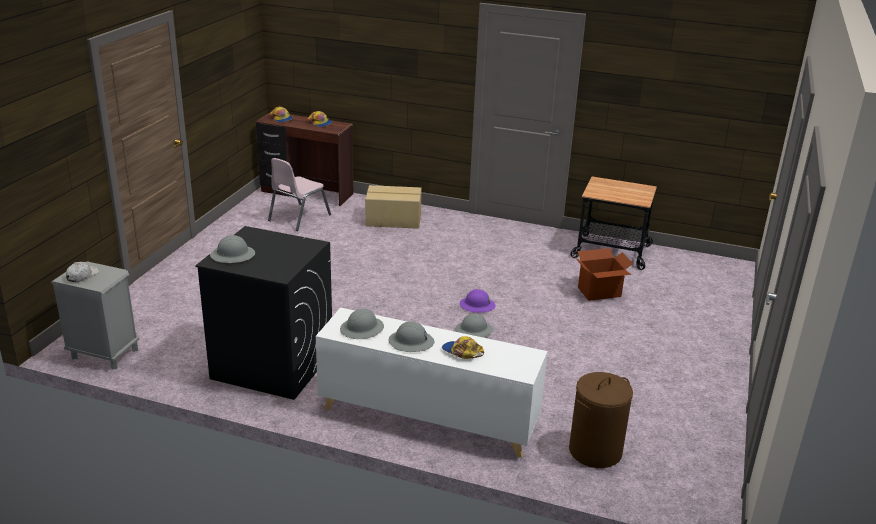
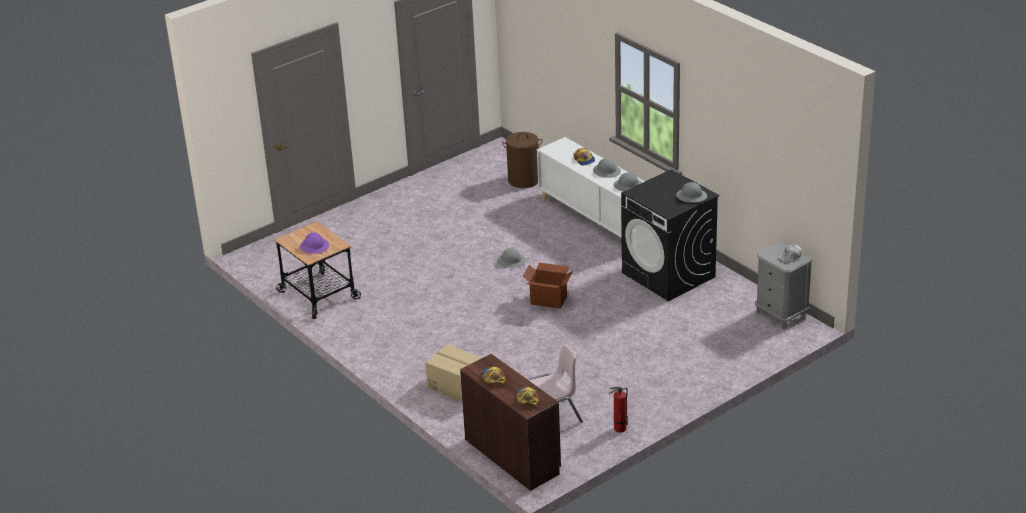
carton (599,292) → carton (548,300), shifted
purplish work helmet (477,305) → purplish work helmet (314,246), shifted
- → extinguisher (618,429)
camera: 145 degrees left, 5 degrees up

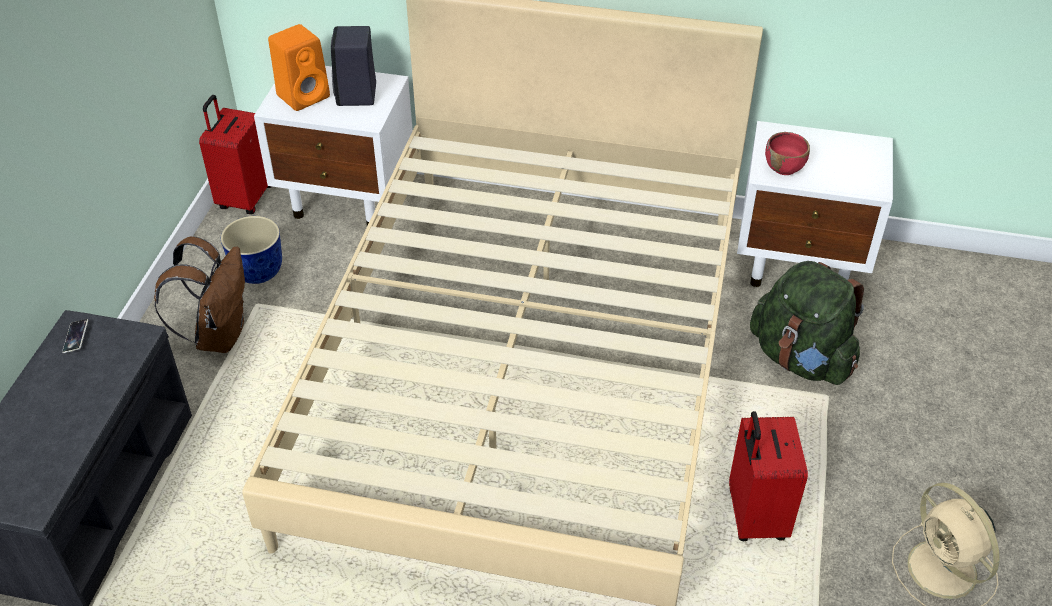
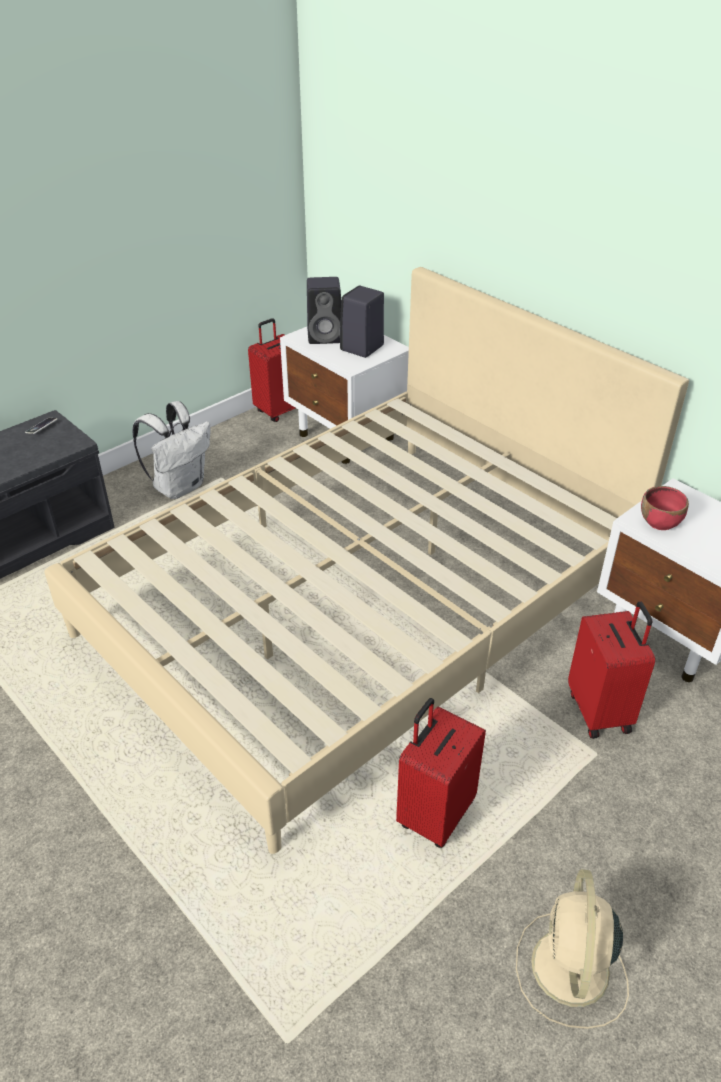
orange speaker (304,95) → blackish speaker (326,336)
plant pot (257,273) → -
brown-coloured rucksack (219,334) → white rucksack (180,486)
green rucksack (801,358) → red suitcase (600,711)
camera: 35 degrees right, 5 degrees down

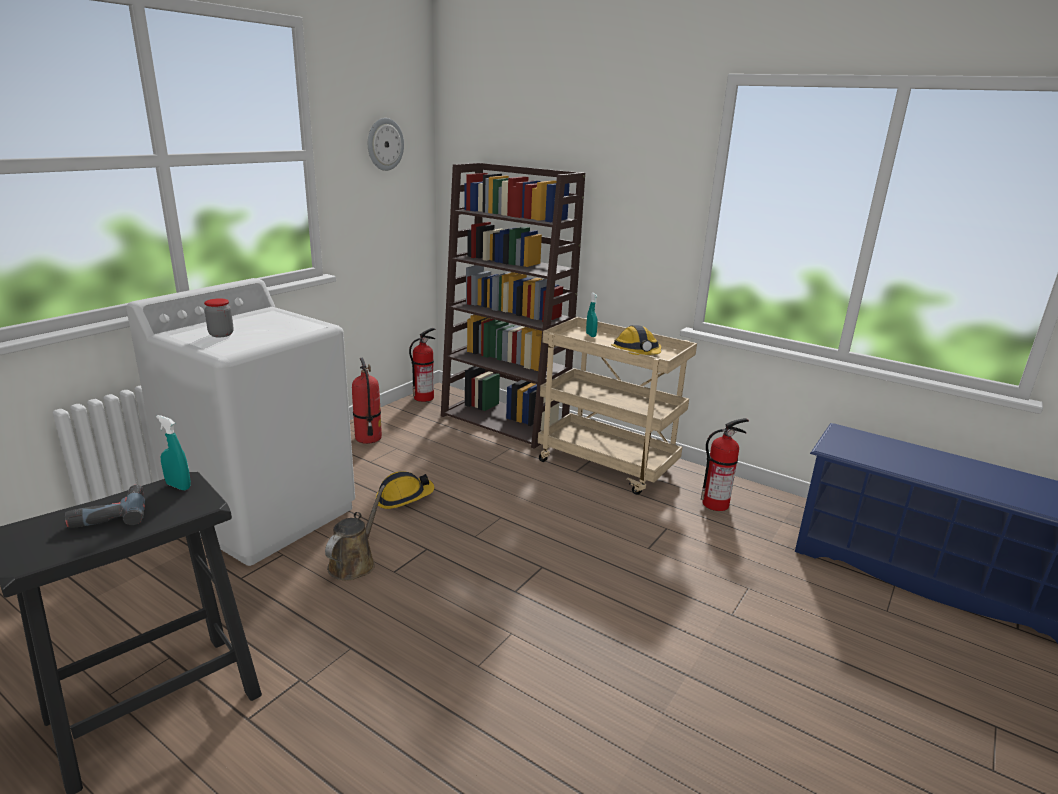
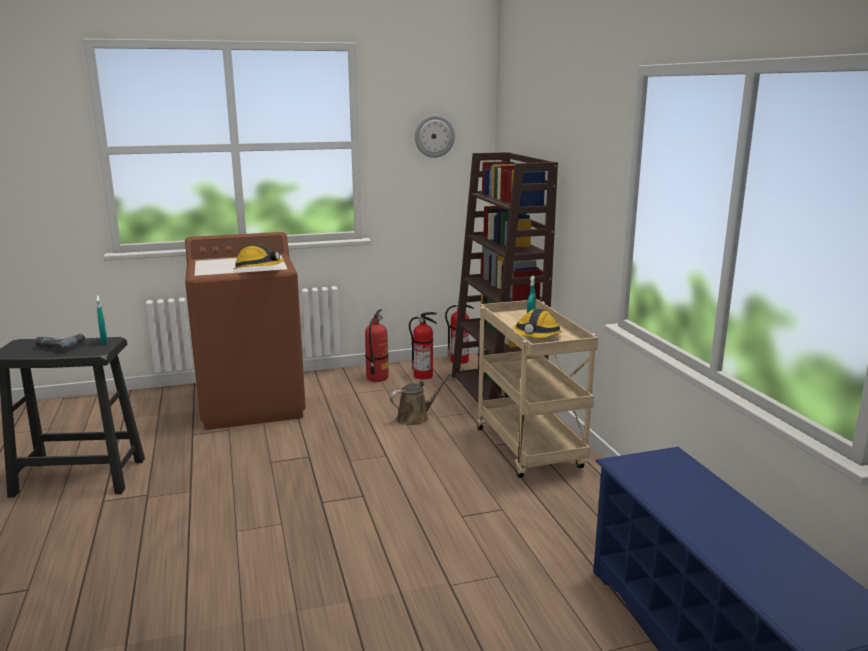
white washing machine (265,513) → brown-coloured washing machine (253,404)
storage jar (221,334) → -
extinguisher (716,503) → extinguisher (424,375), shifted
work helmet (404,498) → work helmet (258,268), shifted
brown-coloured watering pot (354,563) → brown-coloured watering pot (416,417), shifted
camera: 40 degrees right, 5 degrees down

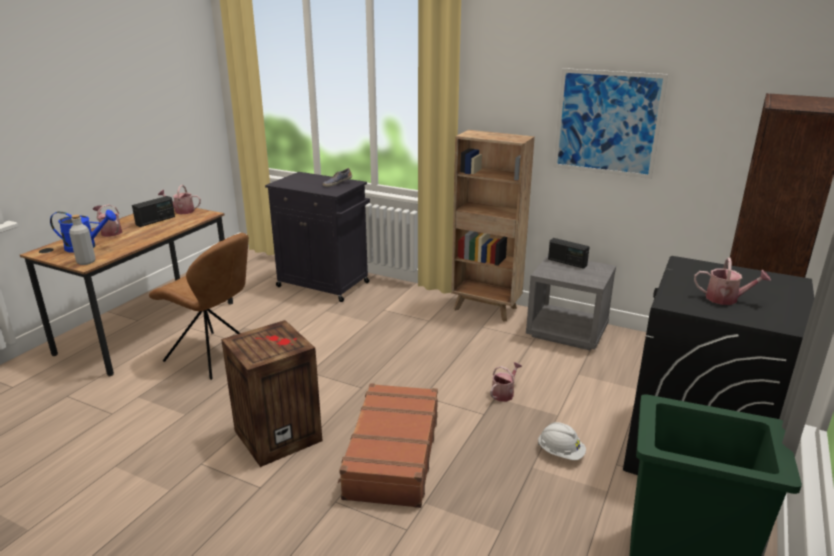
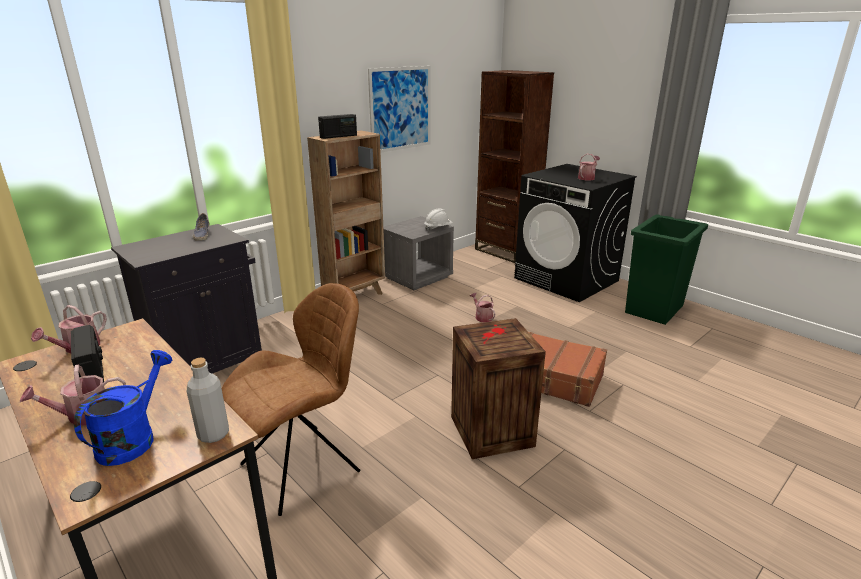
radio receiver (567,262) → radio receiver (338,136), shifted
white work helmet (560,453) → white work helmet (438,228), shifted
camera: 70 degrees left, 0 degrees up

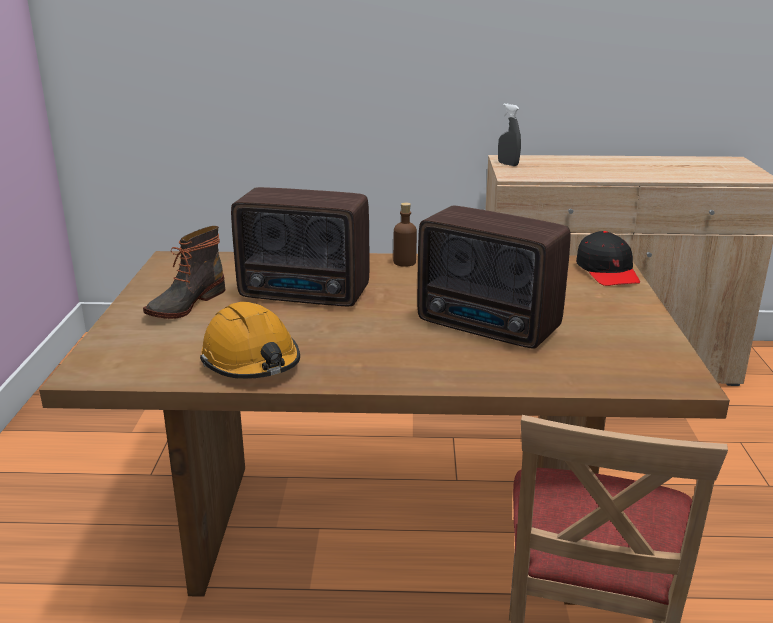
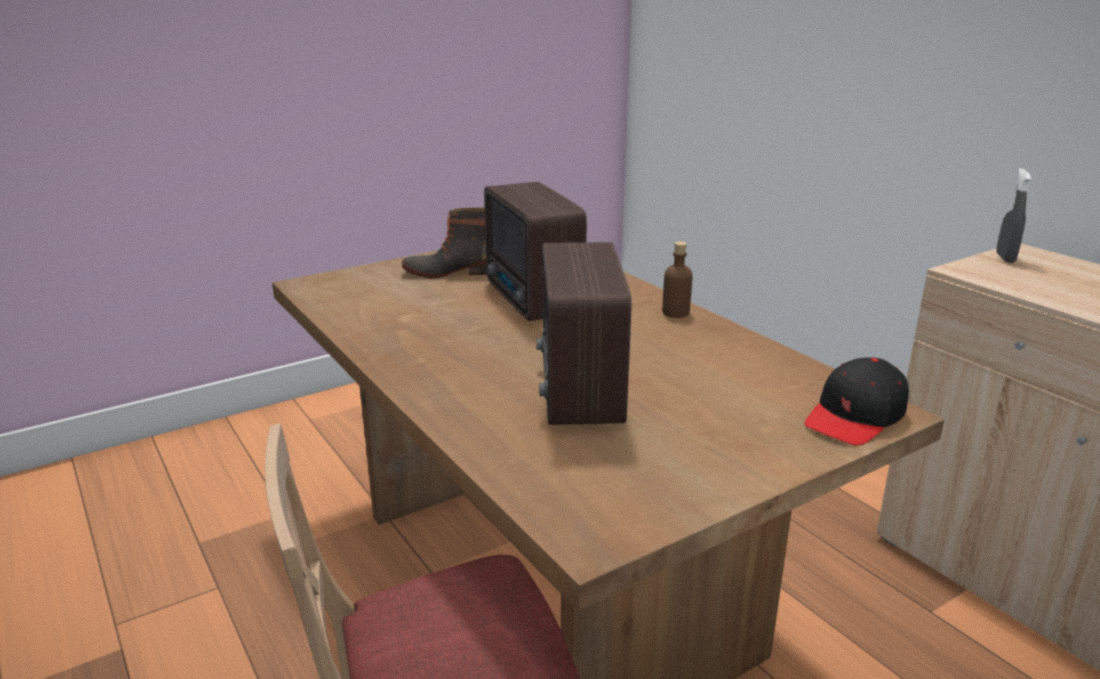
orange work helmet (251,361) → -
camera: 55 degrees right, 0 degrees up

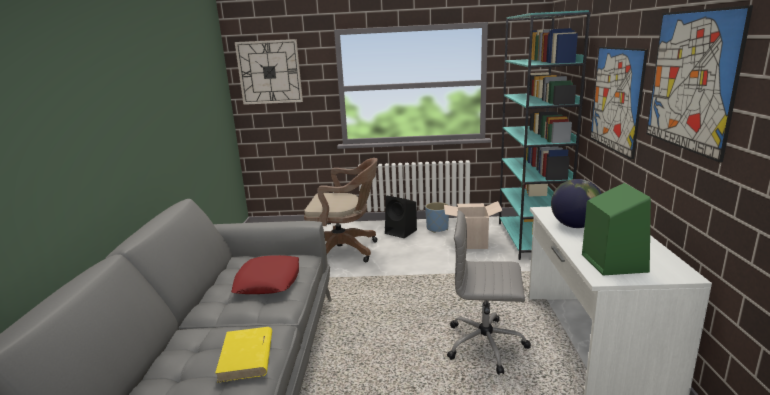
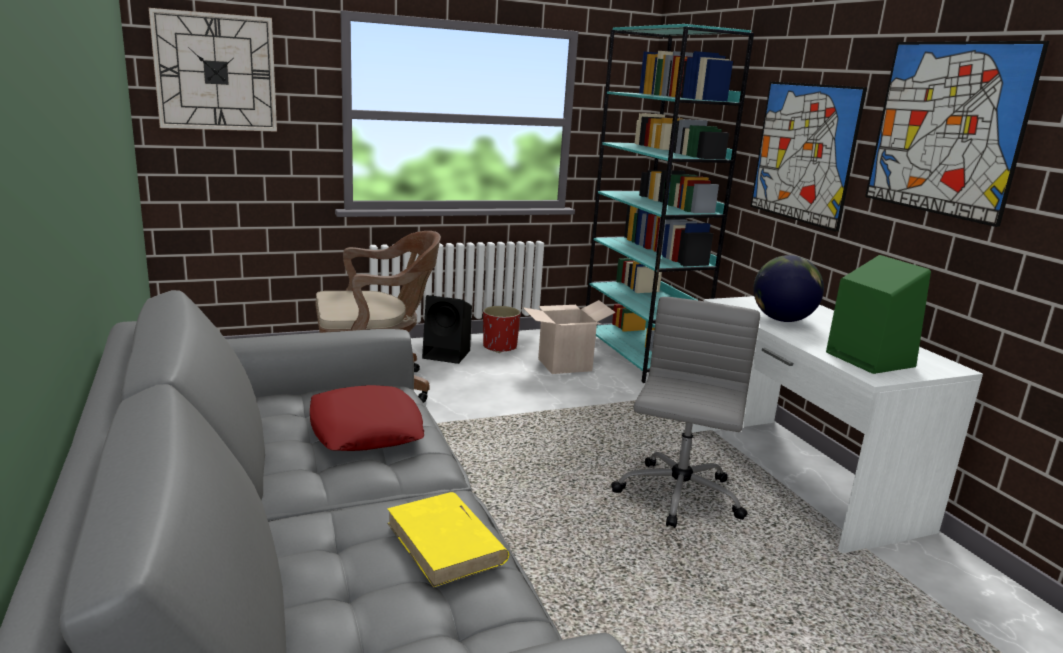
blue plant pot (437,228) → red plant pot (500,347)
gray computer chair (486,344) → gray computer chair (678,496), 120 degrees clockwise
camera: 25 degrees left, 0 degrees up

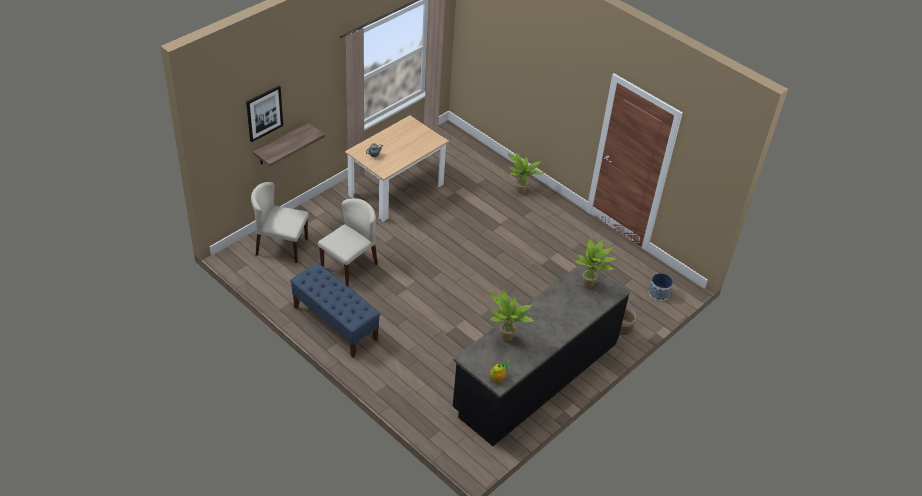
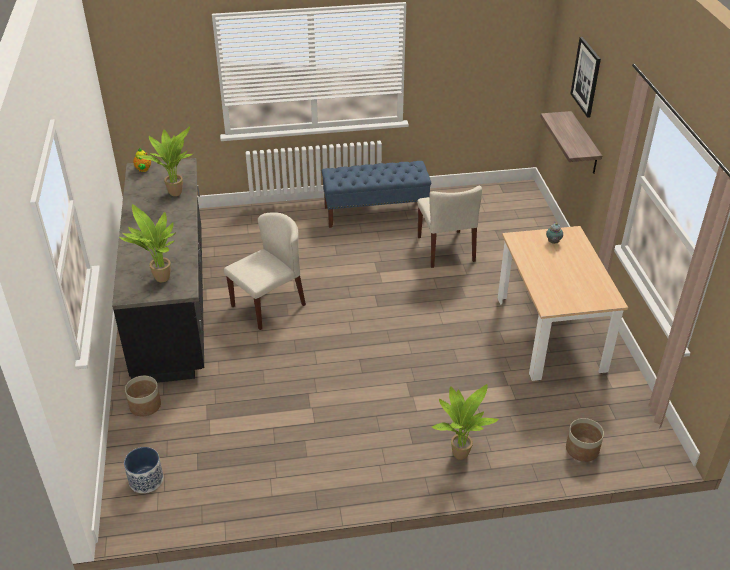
beige-coloured plain chair (281,247) → beige-coloured plain chair (268,305), shifted
- → plant pot (582,450)
camera: 130 degrees right, 5 degrees down

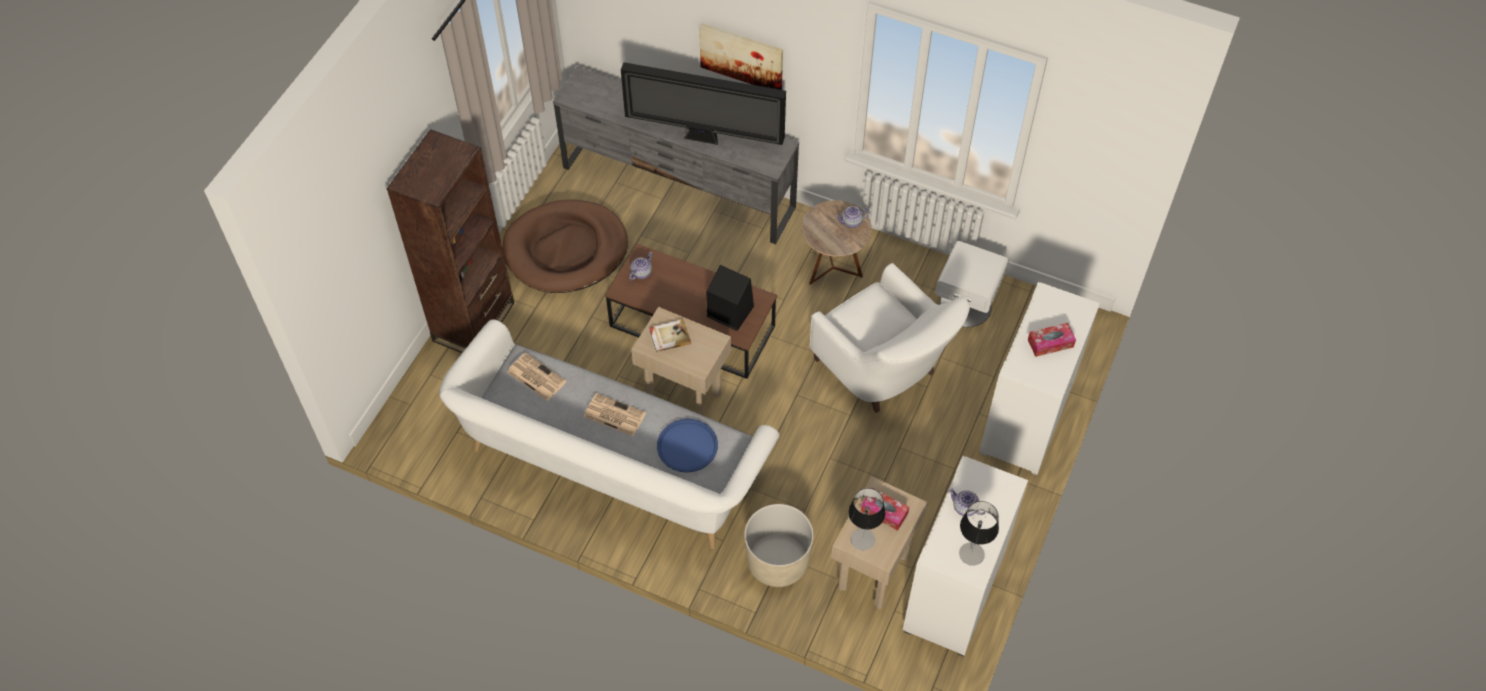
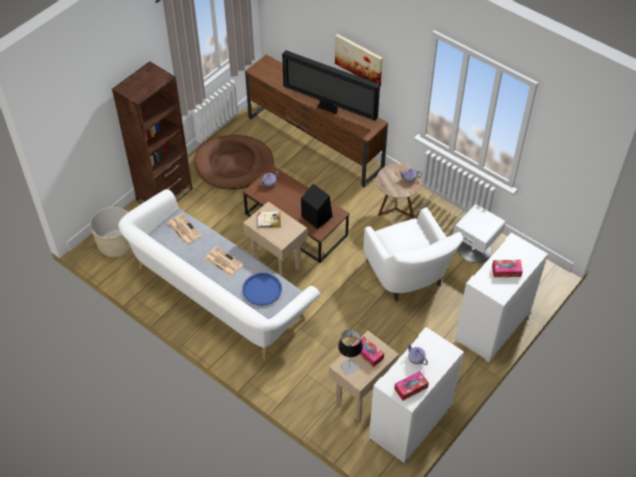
gray tv stand (679,188) → brown-coloured tv stand (315,143)
tabletop lamp (971,554) → tissue holder (411,388)
beige-coloured plant pot (777,561) → beige-coloured plant pot (116,245), shifted
camera: 15 degrees right, 5 degrees down

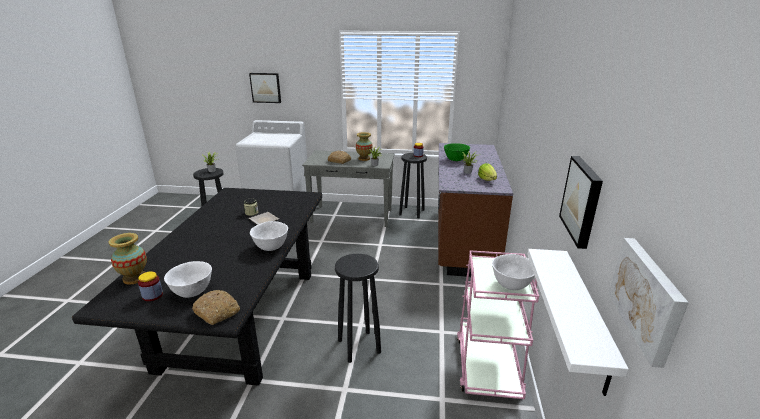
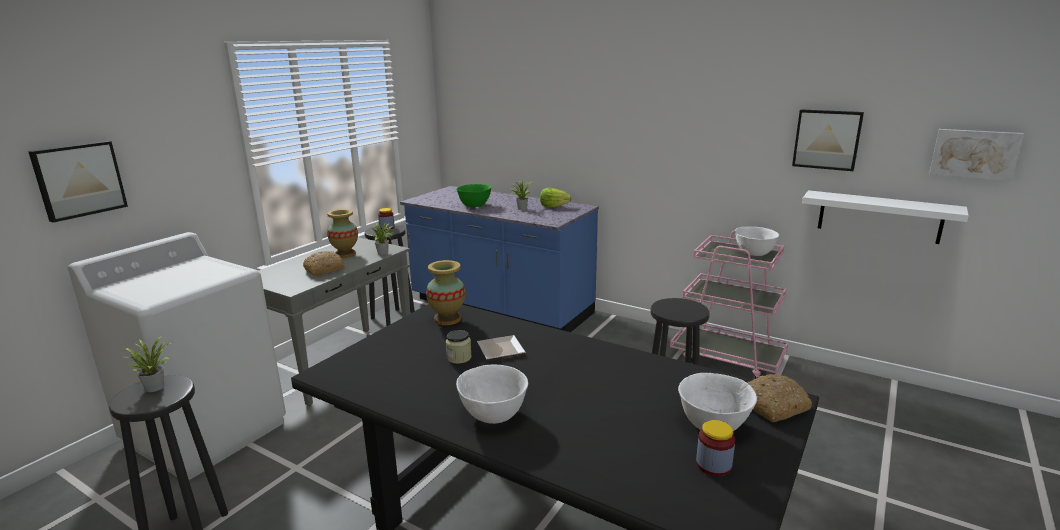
brown-coloured counter (463,240) → blue counter (500,307)
white bowl (271,246) → white bowl (492,414), shifted
flower vase (134,278) → flower vase (447,319), shifted
camera: 65 degrees left, 5 degrees down

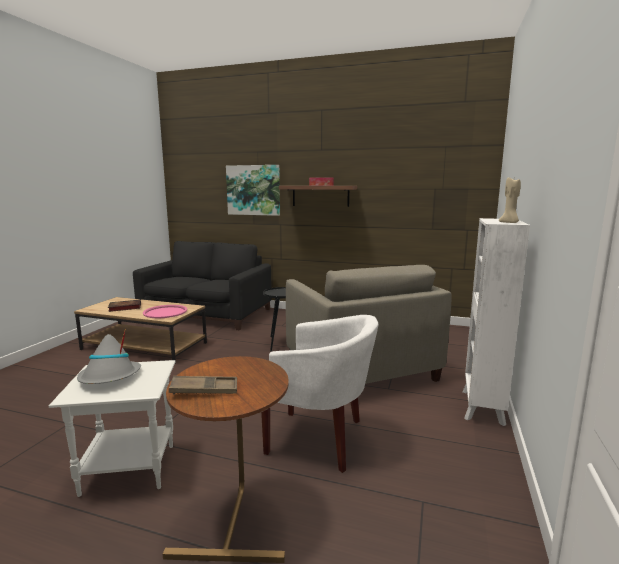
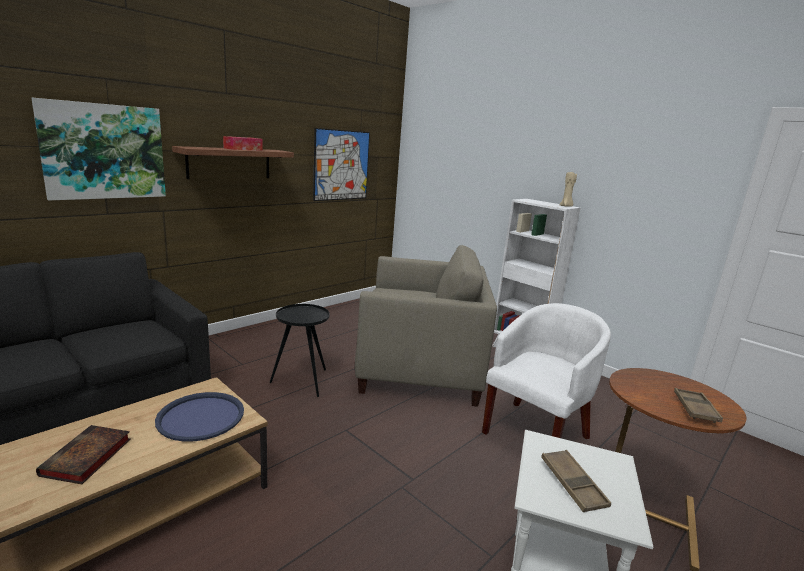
pink serving tray (165,312) → blue serving tray (201,417)
gray wearable hat (110,377) → brown-coloured serving tray (573,484)
- → wall art (341,165)
camera: 65 degrees left, 5 degrees up

